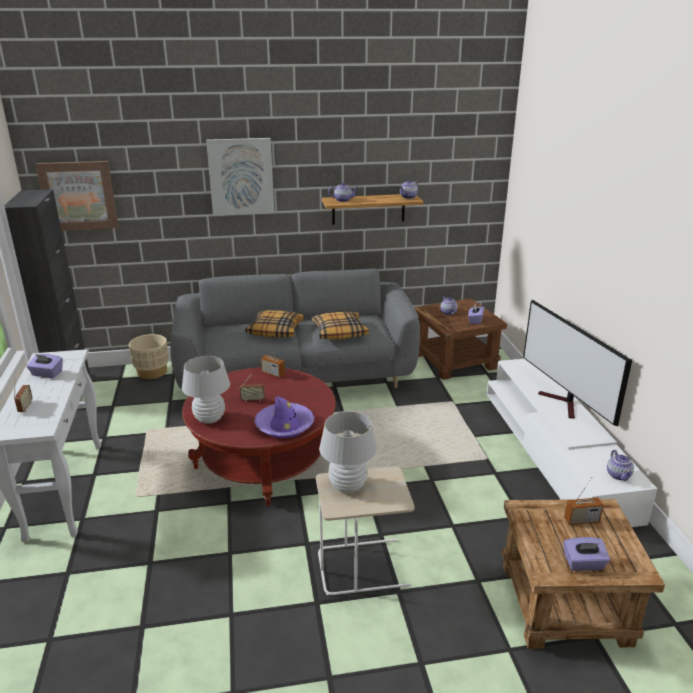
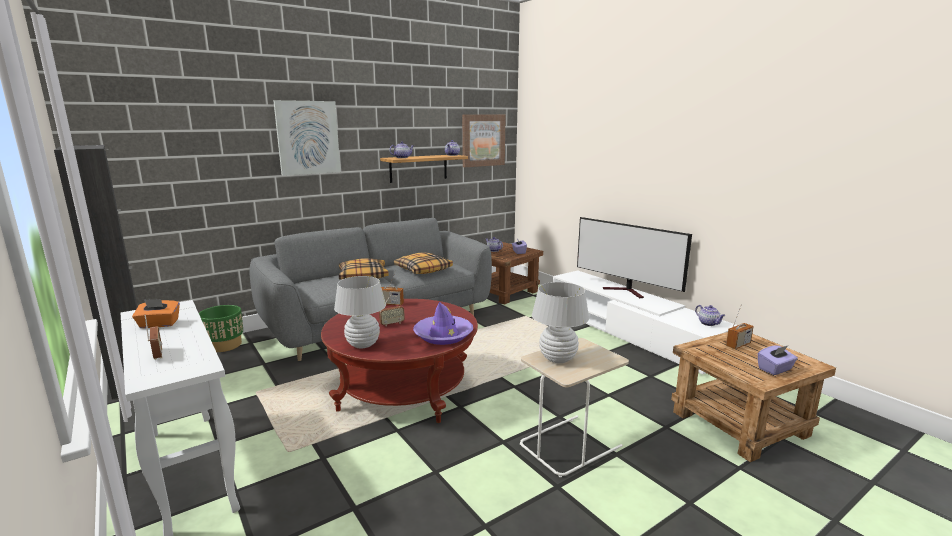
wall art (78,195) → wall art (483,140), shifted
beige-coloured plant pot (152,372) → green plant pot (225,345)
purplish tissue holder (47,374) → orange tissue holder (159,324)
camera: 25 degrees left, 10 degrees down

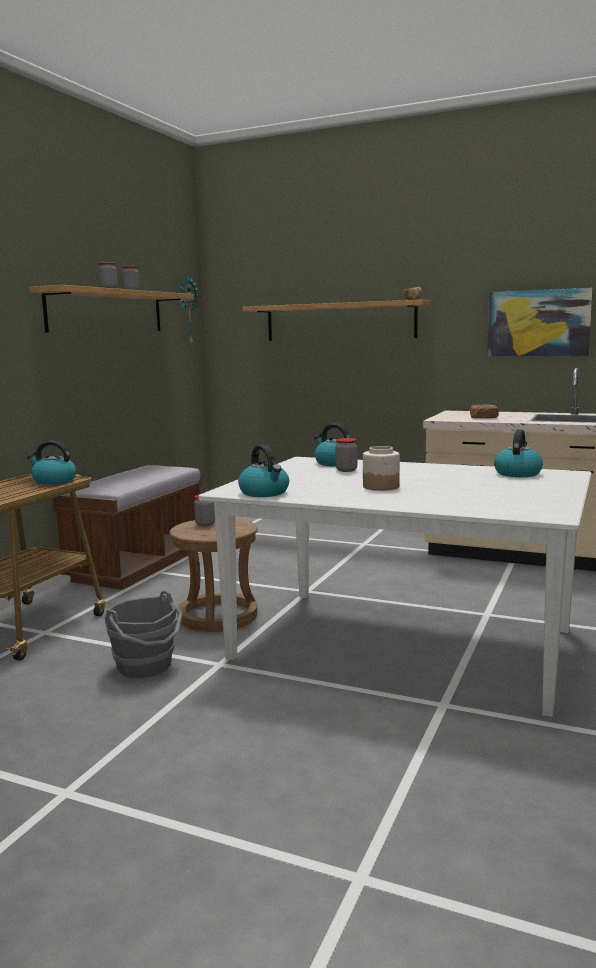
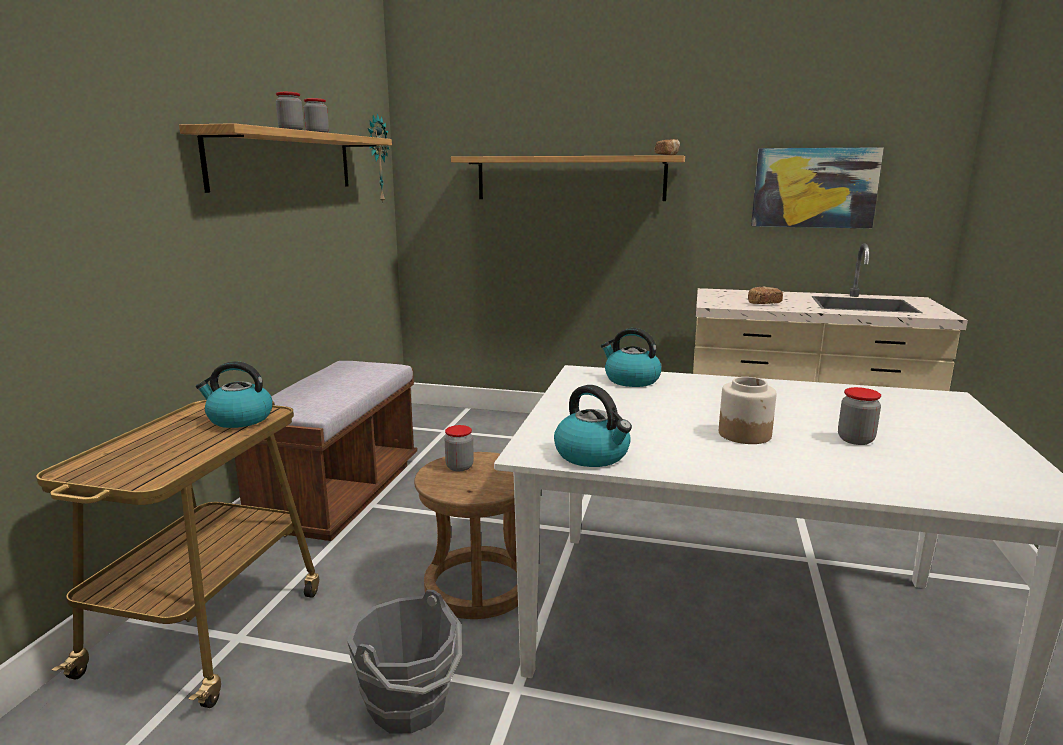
kettle (517,473) → -
storage jar (346,470) → storage jar (855,440), shifted
camera: 10 degrees left, 5 degrees up

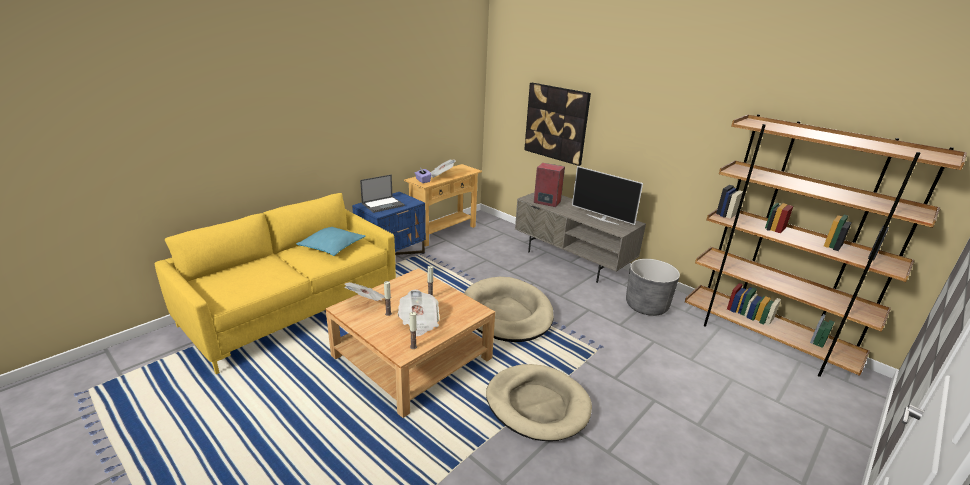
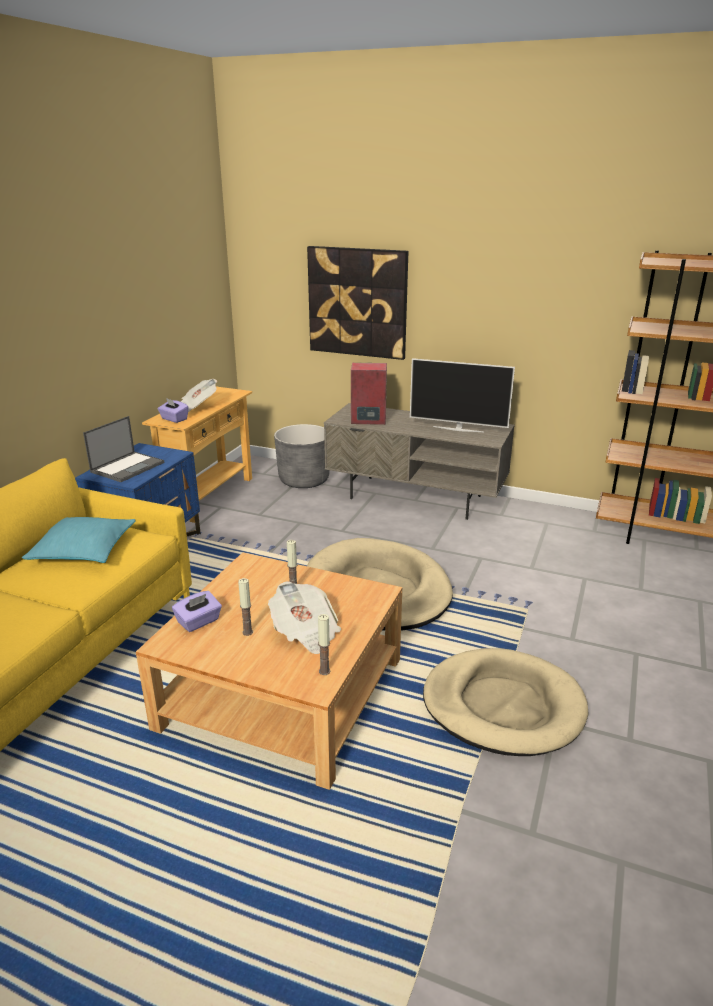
gray plant pot (646,306) → gray plant pot (304,480), shifted
daily paper (367,301) → purplish tissue holder (199,622)
camera: 20 degrees left, 0 degrees up

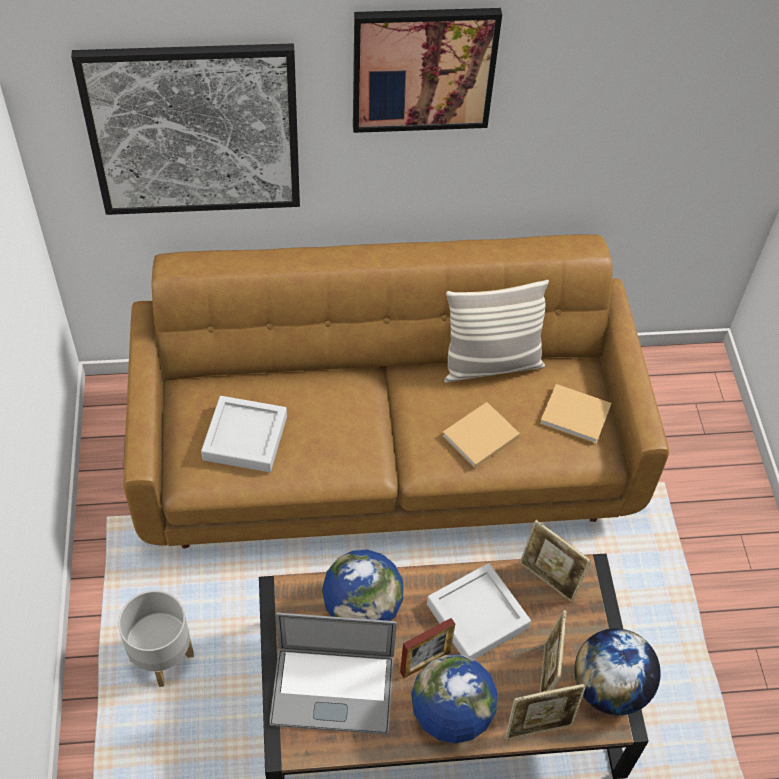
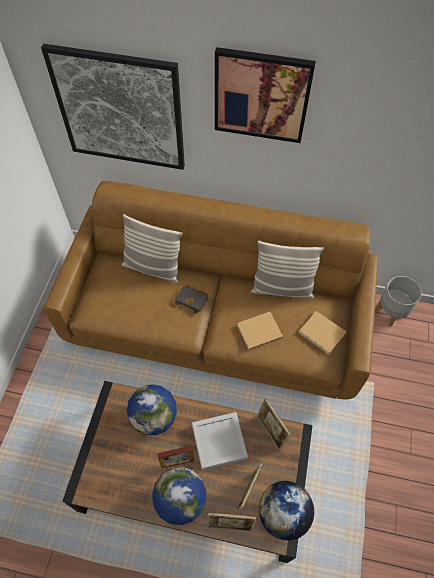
gray serving tray (245,438) → -
gray plant pot (162,656) → gray plant pot (391,312), shifted
portable computer (332,690) → -
- → throw pillow (152,268)
- → blackish book (192,299)
camera: 20 degrees right, 5 degrees up

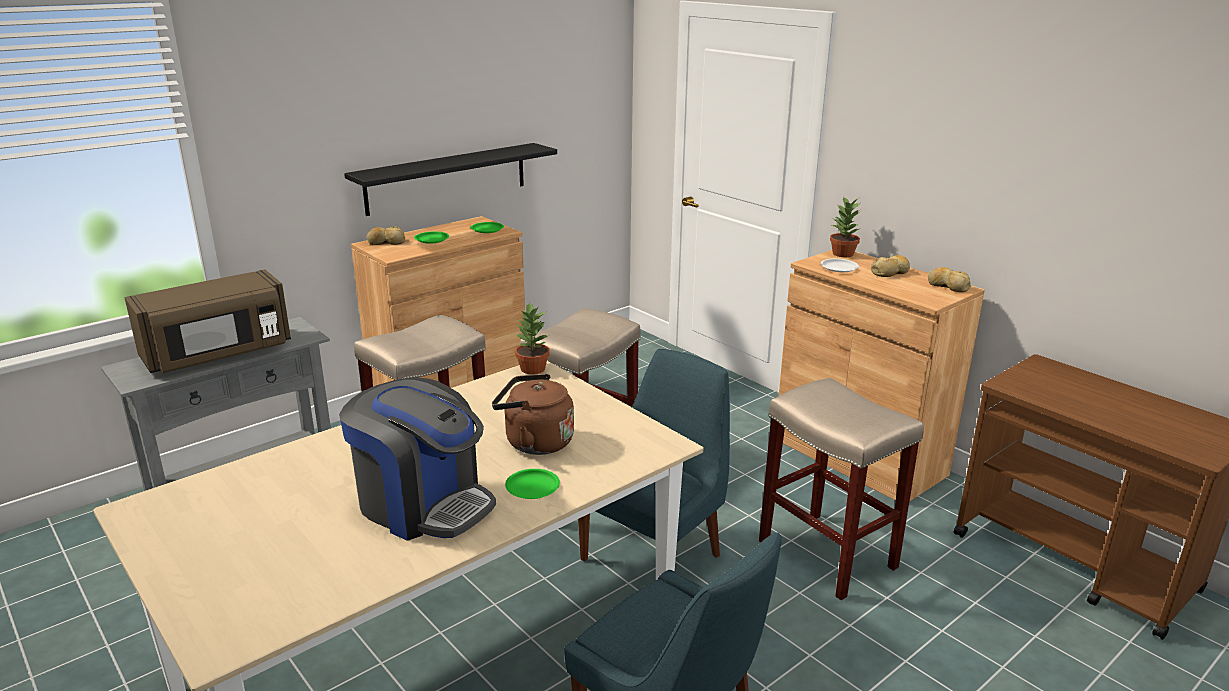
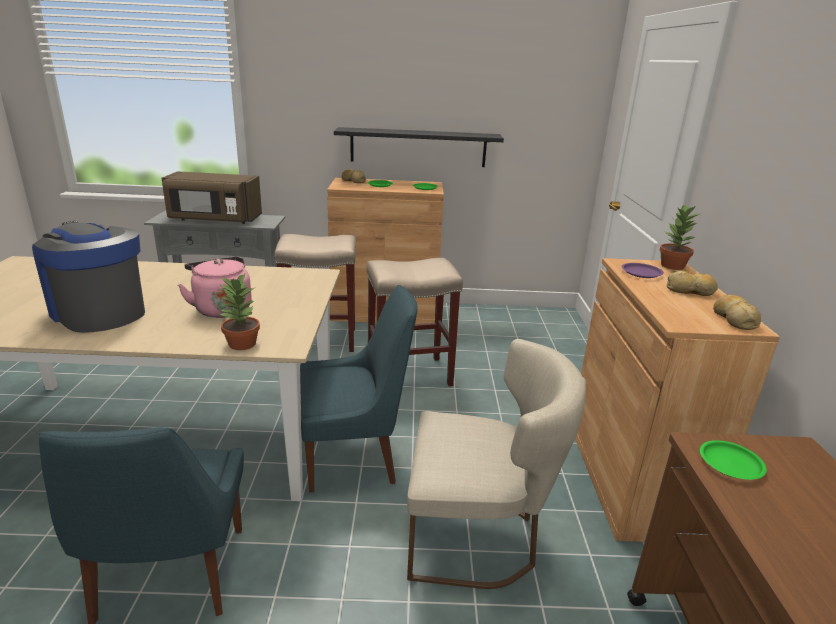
white dinner plate (839,268) → purplish dinner plate (641,273)
plant in a pot (532,369) → plant in a pot (241,344), shifted
brown-coloured kettle (534,442) → pink kettle (221,308)
coffee maker (423,504) → coffee maker (99,312), 150 degrees clockwise
beige-coloured stool (829,555) → beige-coloured plain chair (479,536)
green dinner plate (533,488) → green dinner plate (731,464), shifted
camera: 40 degrees right, 0 degrees up

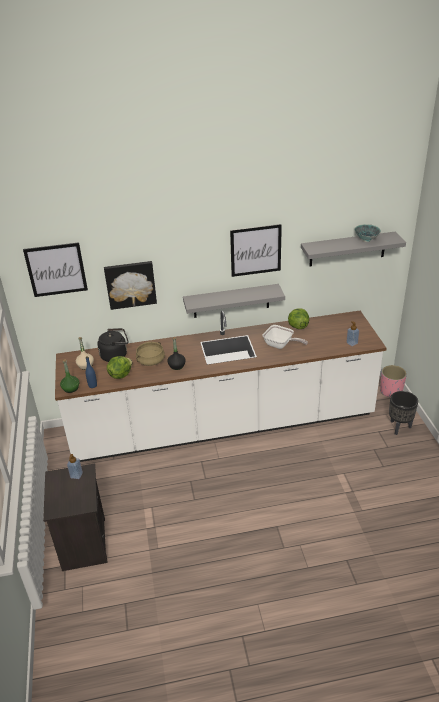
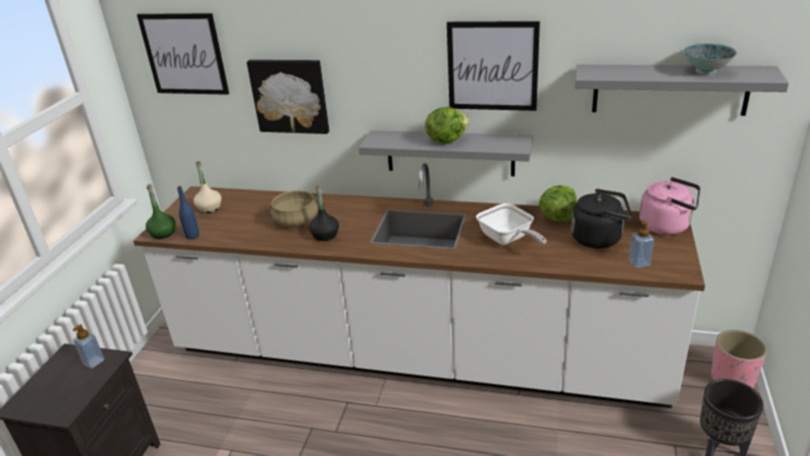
blackish kettle (115,355) → blackish kettle (599,238), shifted
lettuce (120,375) → lettuce (446,140), shifted
- → pink kettle (667,226)
camera: 25 degrees right, 5 degrees down

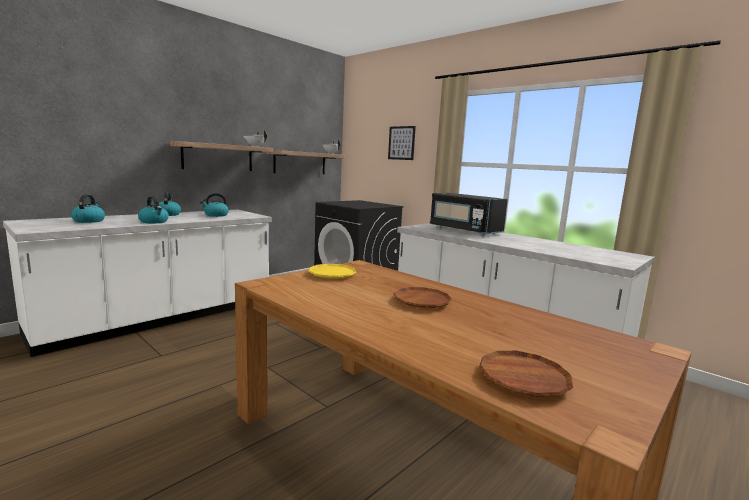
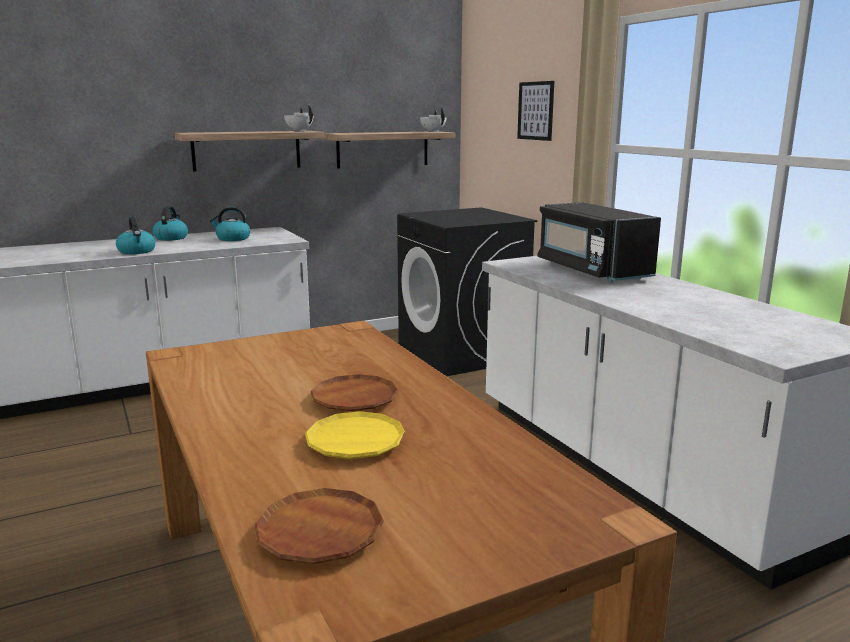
kettle (89,221) → -
yellow dinner plate (332,274) → yellow dinner plate (355,442), shifted
camera: 20 degrees right, 5 degrees up

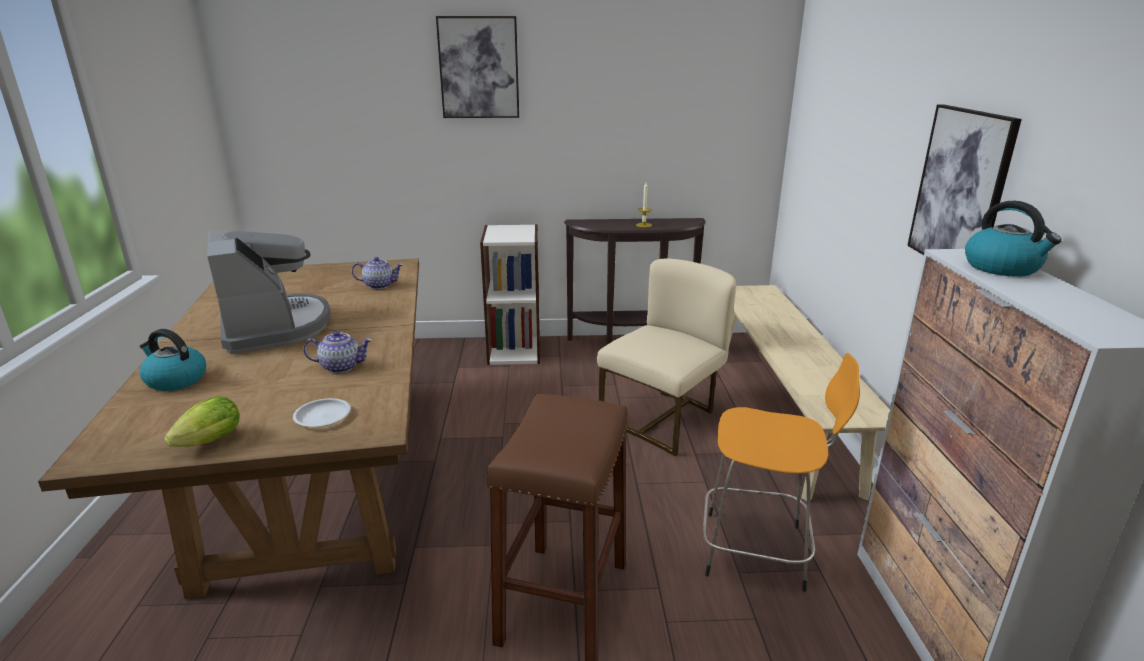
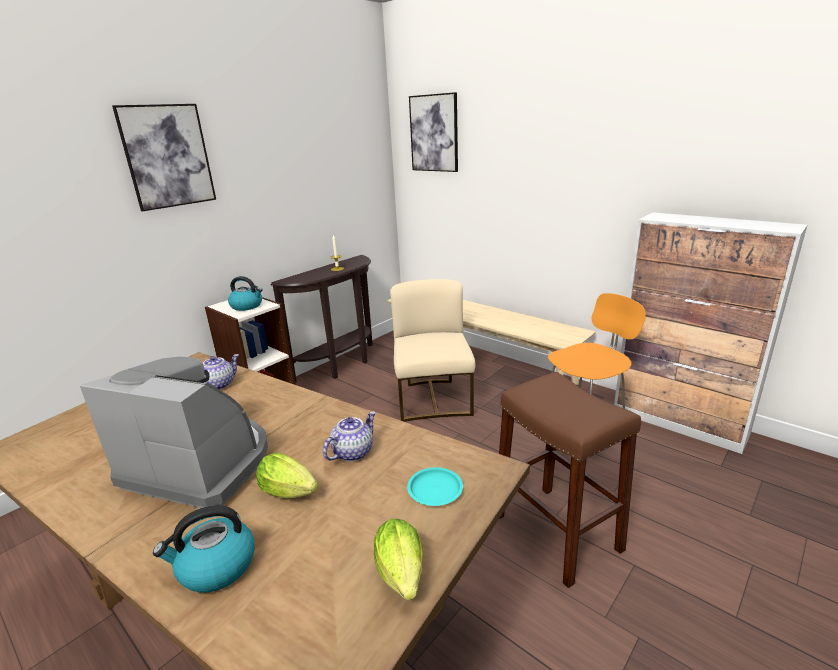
wall art (960,190) → wall art (434,133), shifted
kettle (1003,268) → kettle (247,306), shifted
white dinner plate (322,416) → turquoise dinner plate (434,490)
- → lettuce (291,493)
camera: 45 degrees left, 0 degrees up

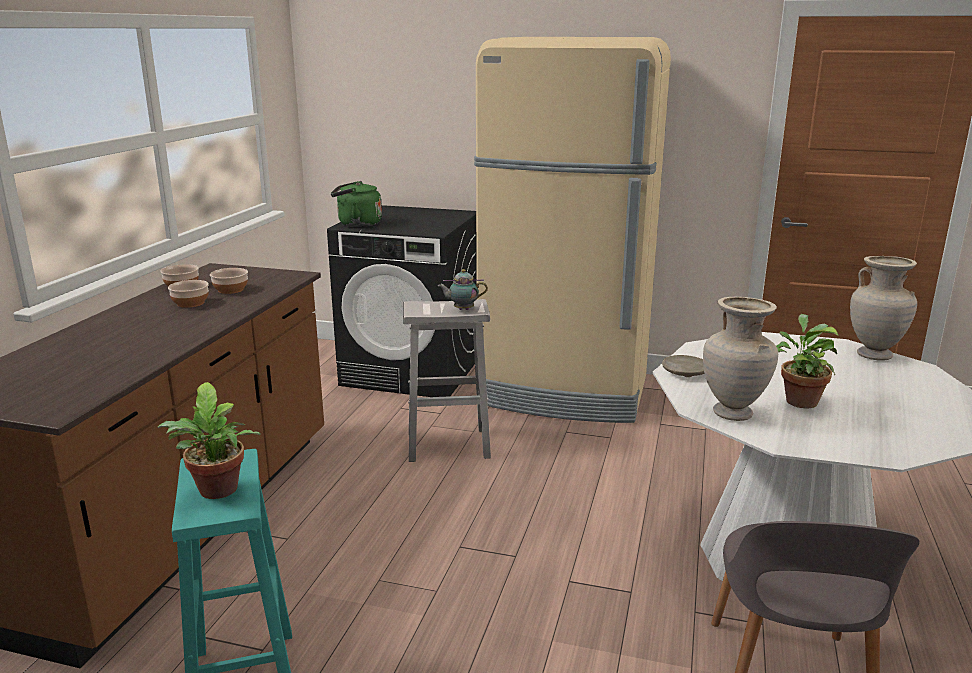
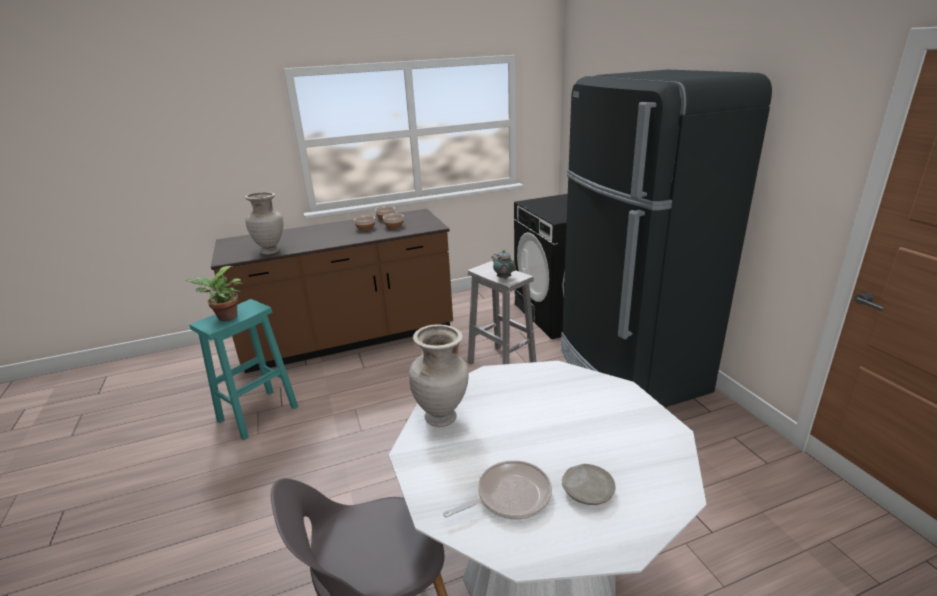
beige-coloured kitchen fridge (565,392) → blackish kitchen fridge (630,371)
green kettle (356,224) → -
beige-coloured flower vase (874,355) → beige-coloured flower vase (271,251), shifted
plant in a pot (798,400) → -
beige-coloured dinner plate (684,372) → beige-coloured dinner plate (587,490), shifted
- → frying pan (509,496)
camera: 55 degrees right, 5 degrees up

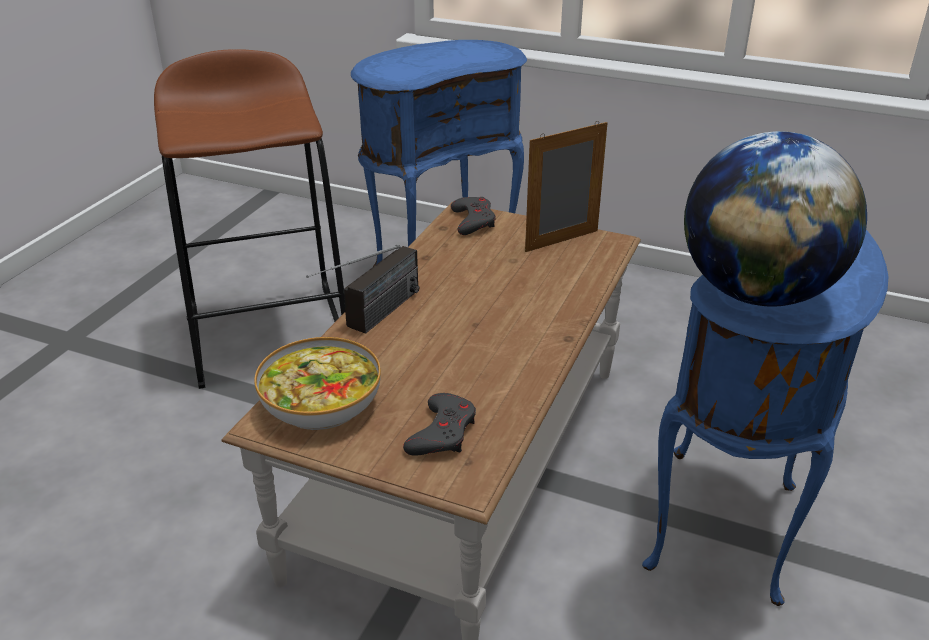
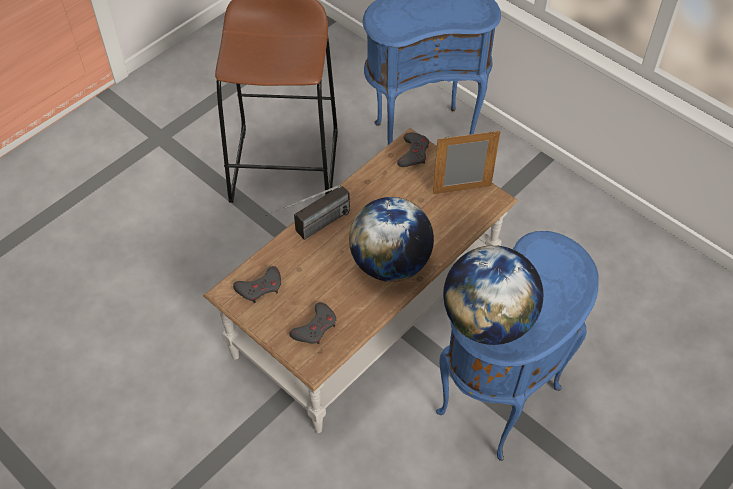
bowl (321,404) → gray game controller (260,287)
- → desk globe (390,263)
camera: 20 degrees right, 20 degrees up

